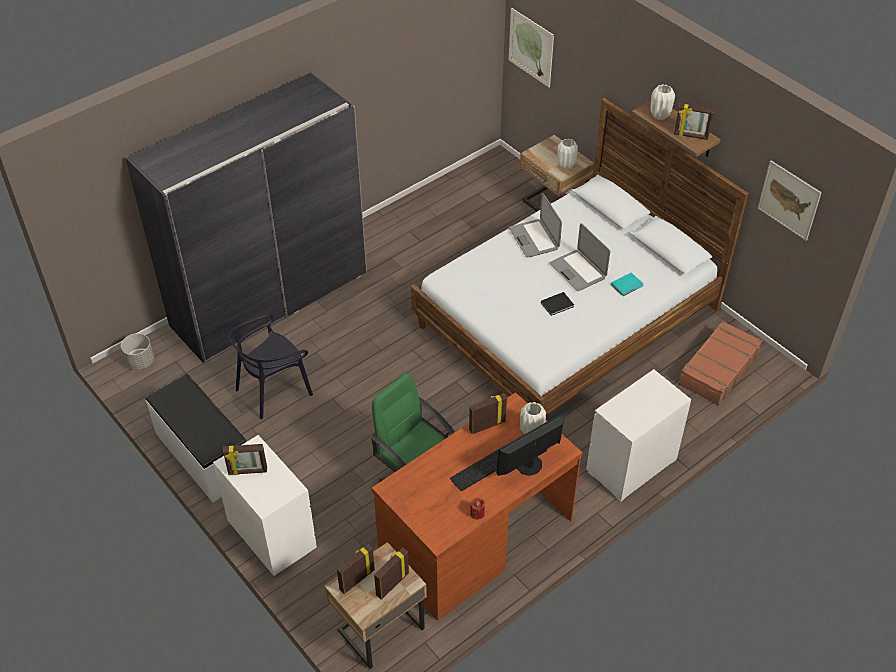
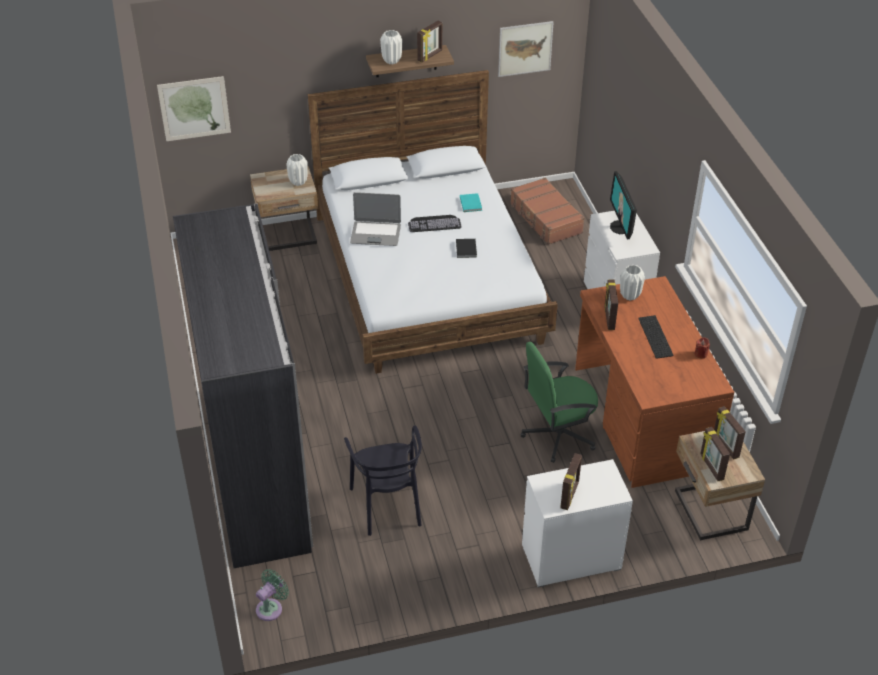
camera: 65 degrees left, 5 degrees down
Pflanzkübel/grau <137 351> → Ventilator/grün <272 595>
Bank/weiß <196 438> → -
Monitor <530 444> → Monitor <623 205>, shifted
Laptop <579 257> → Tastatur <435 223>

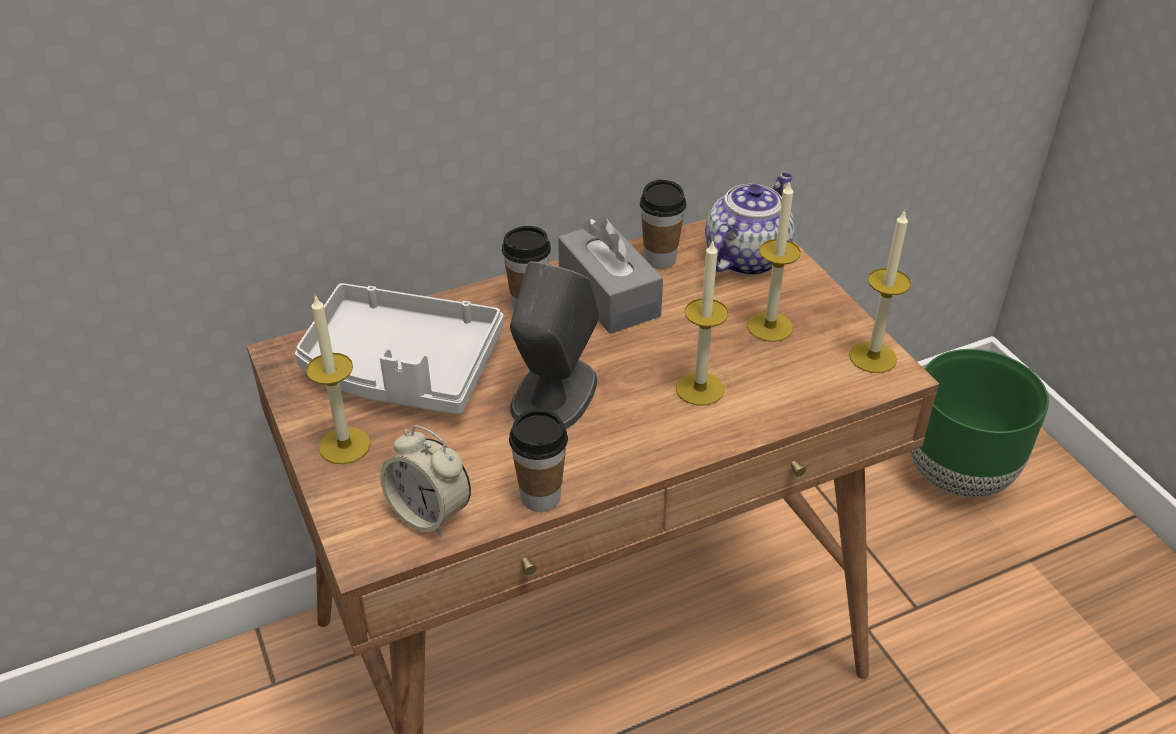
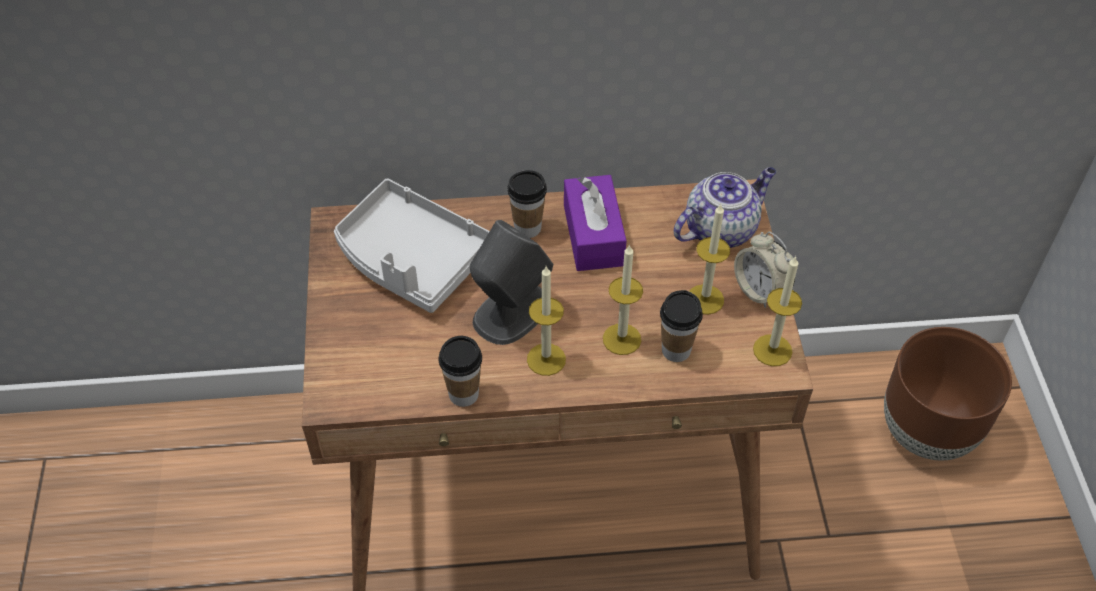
camera: 20 degrees right, 10 degrees up
Kerze <338 379> → Kerze <546 321>, shifted
Wecker <425 480> → Wecker <764 270>, shifted
Taschentuchbox/grau <610 275> → Taschentuchbox/lila <595 223>
Tasse <663 224> → Tasse <681 326>, shifted
Pflanzkübel/grün <979 423> → Pflanzkübel/braun <948 393>

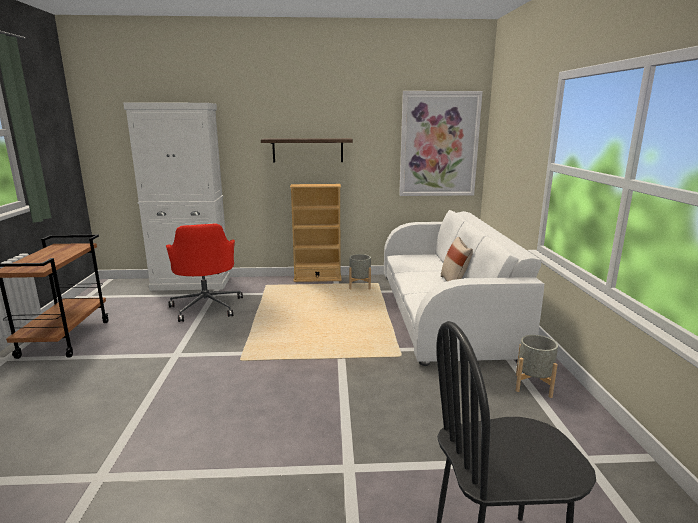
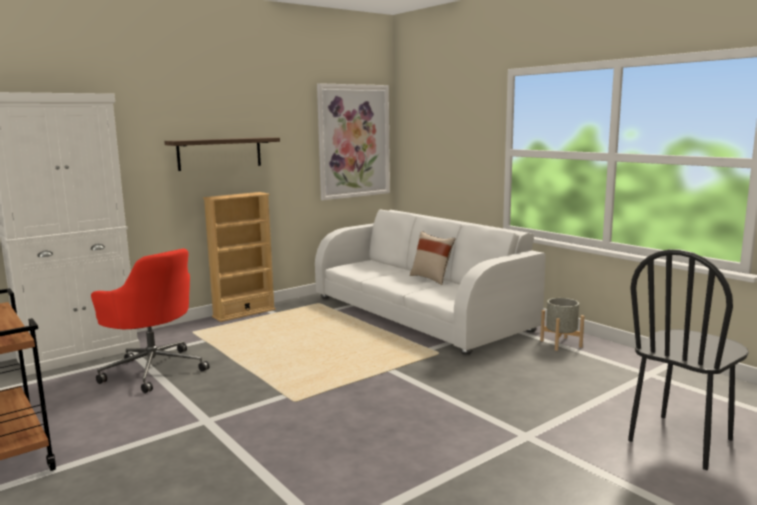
camera: 35 degrees left, 5 degrees down
Pflanzkübel/grau <360 271> → -

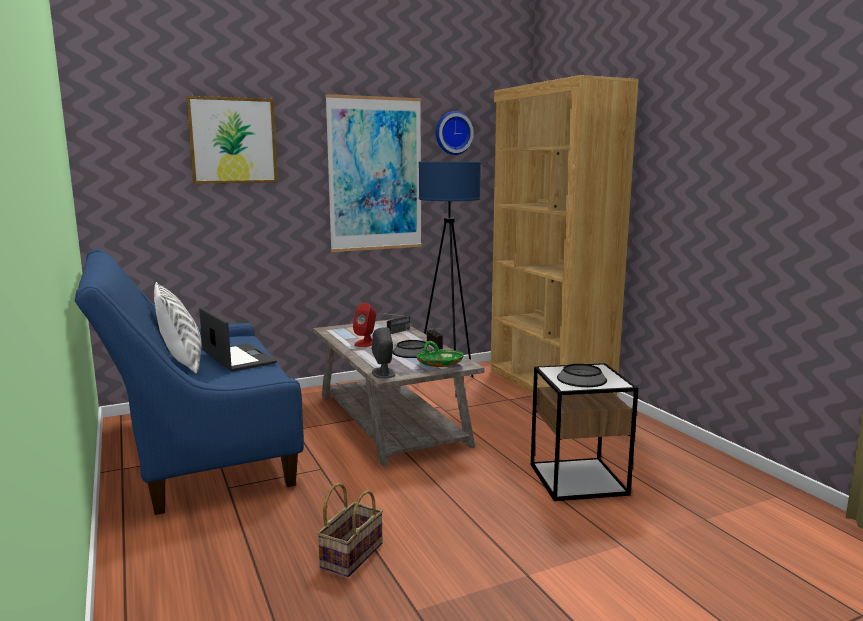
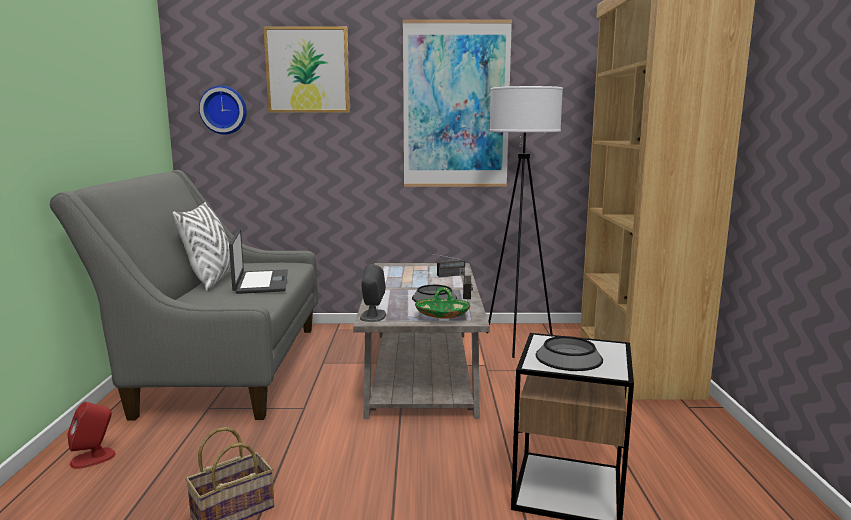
camera: 25 degrees right, 0 degrees up
Sofa/blau <189 382> → Sofa/grau <183 295>
Lautsprecher/rot <364 325> → Lautsprecher/rot <91 435>, shifted
Stehlampe/blau <450 278> → Stehlampe/weiß <524 222>
Wanduhr <455 133> → Wanduhr <223 110>, shifted

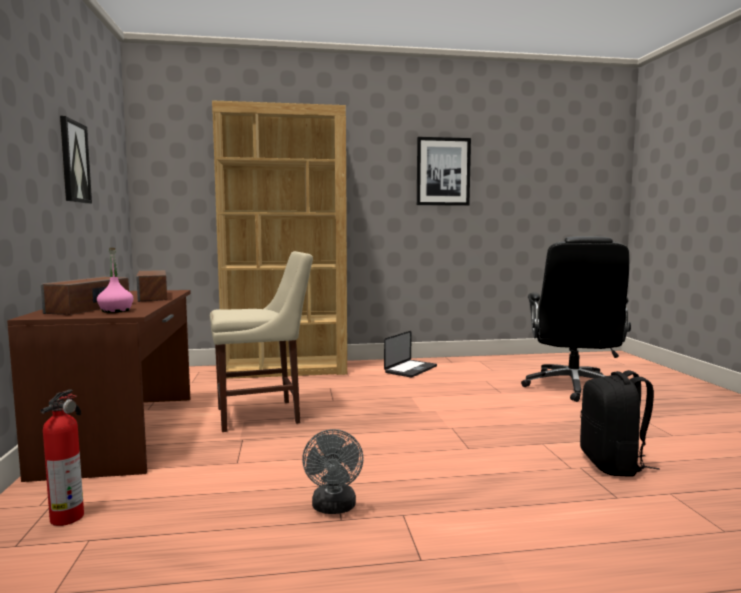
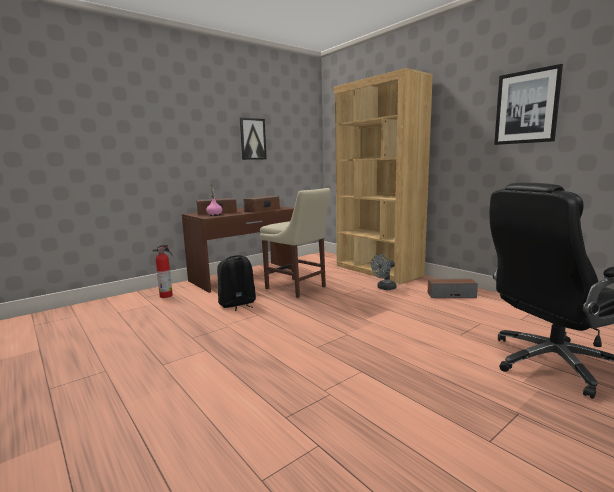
camera: 60 degrees right, 5 degrees up
Ventilator/grau <333 471> → Ventilator/grau <384 272>, shifted
Laptop <410 354> → Lautsprecher <453 288>
Rucksack/schwarz <620 423> → Rucksack/schwarz <236 283>, shifted

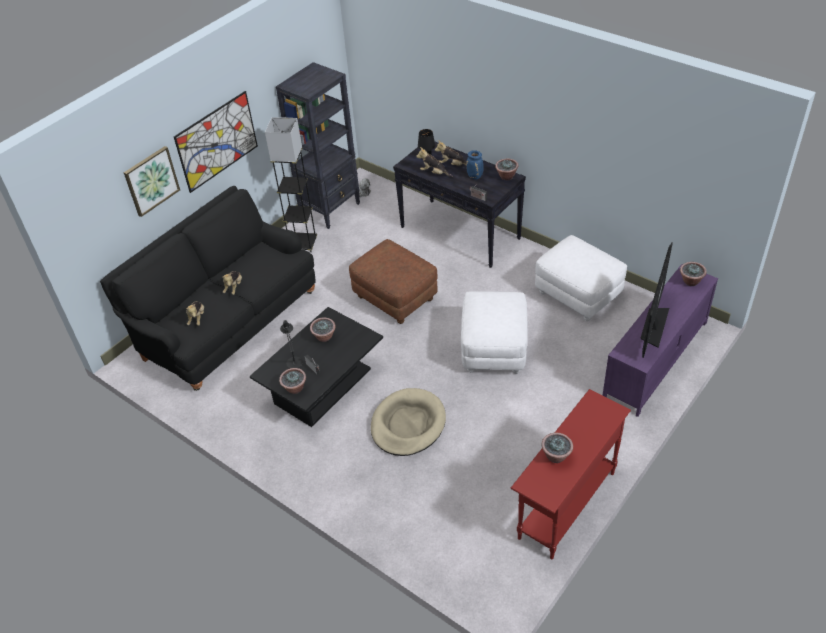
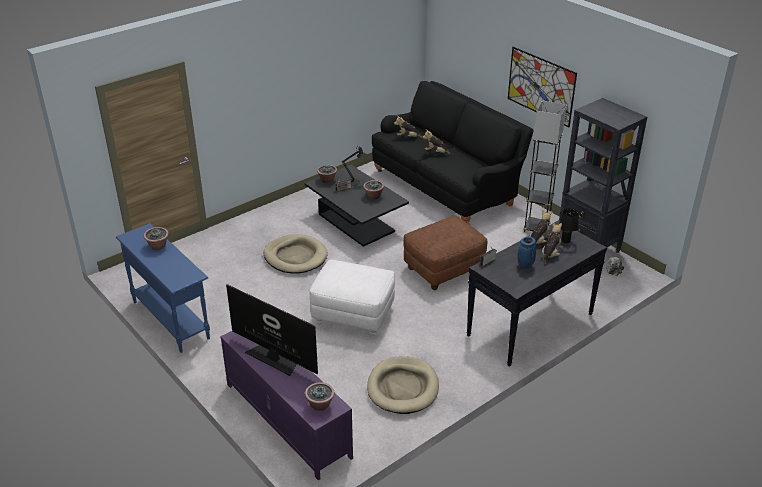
camera: 100 degrees right, 10 degrees down
Bild <152 181> → -
Topfpflanze <507 169> → -
Konsolentisch/rot <571 474> → Konsolentisch/blau <163 288>
Polsterhocker/weiß <581 278> → Hundebett/beige <403 385>

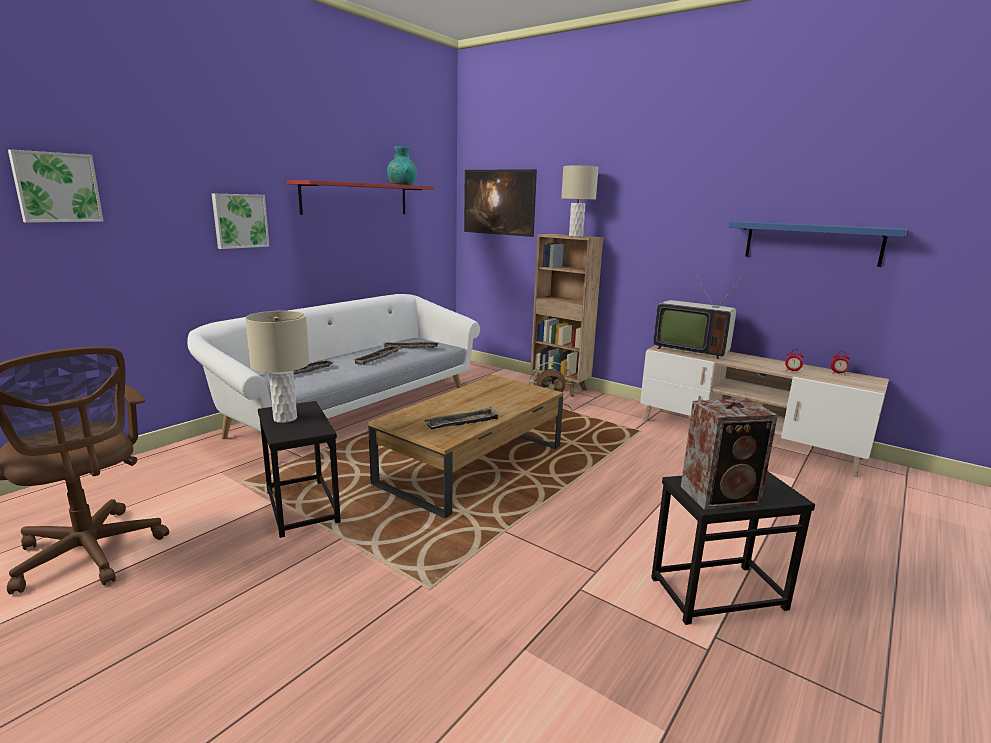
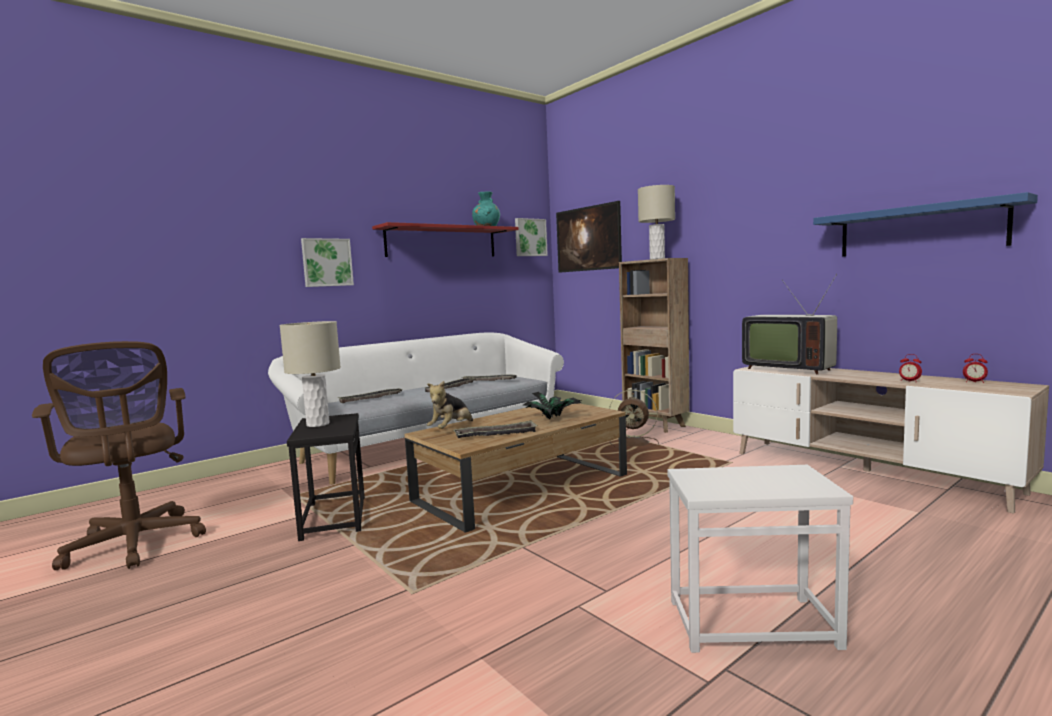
camera: 15 degrees right, 10 degrees down
Bild <56 186> → Bild <531 237>, shifted
Beistelltisch/schwarz <733 548> → Beistelltisch/weiß <760 559>
Lautsprecher <729 454> → -
- → Plüschtier <450 405>
- → Topfpflanze <551 406>

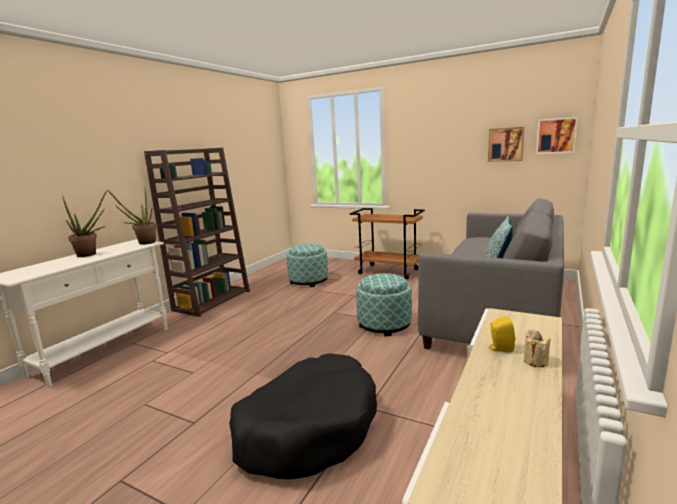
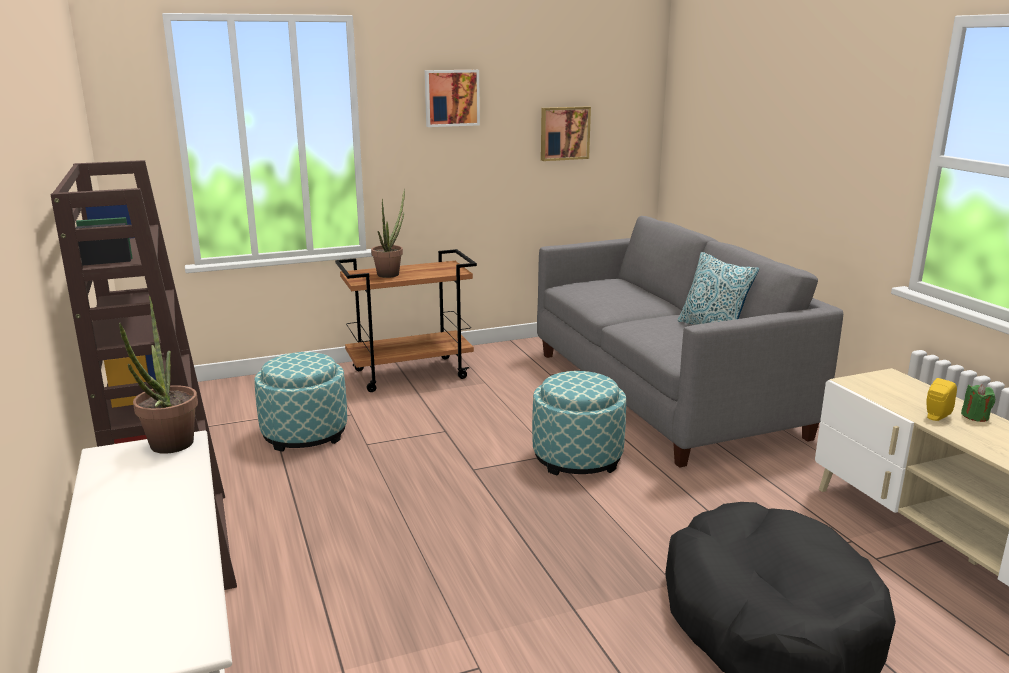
camera: 50 degrees left, 5 degrees up
Topfpflanze <84 223> → Topfpflanze <388 233>, shifted
Kerze/beige <537 348> → Kerze/grün <978 403>
Bild <557 135> → Bild <452 98>, shifted

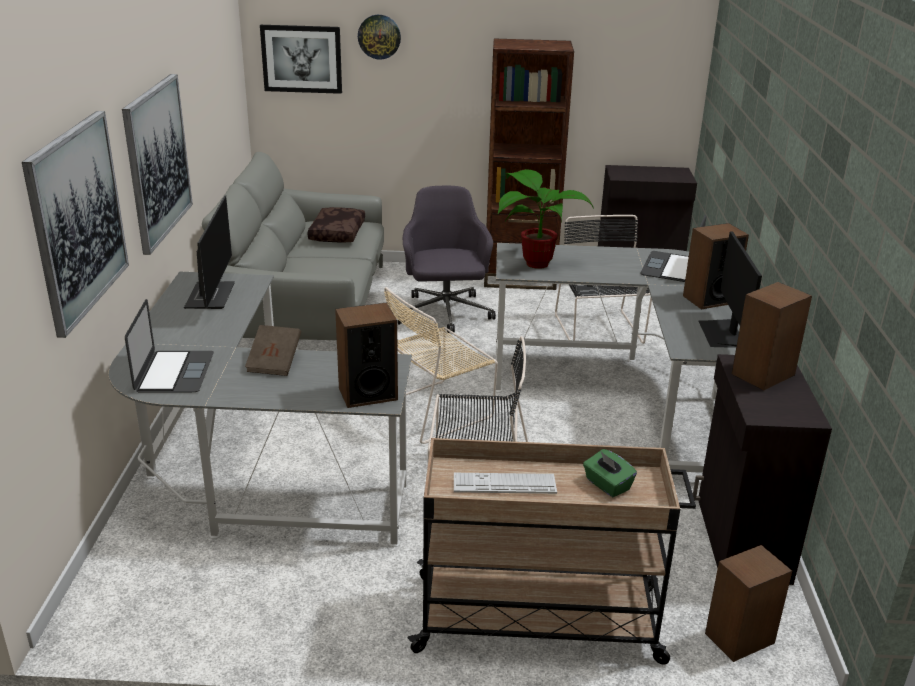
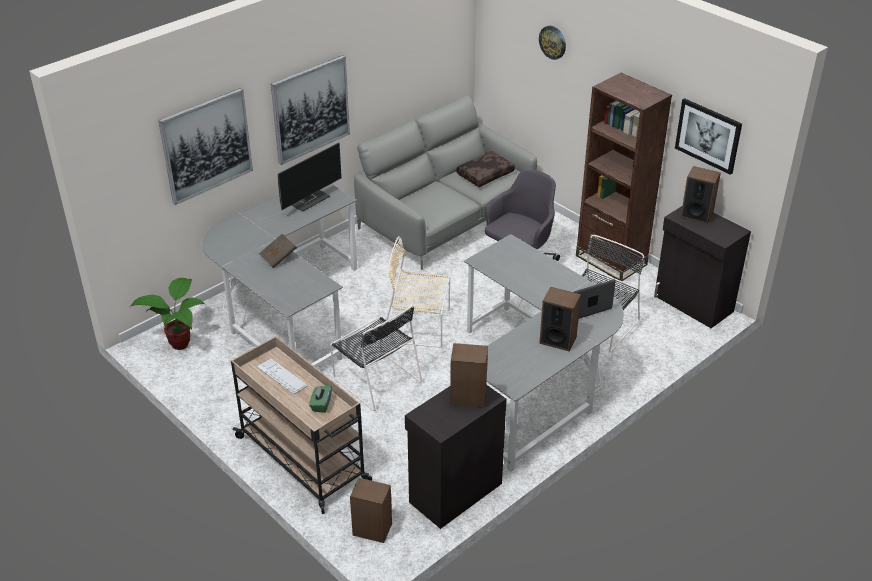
camera: 45 degrees right, 10 degrees up
Laptop <169 346> → -
Bild <301 59> → Bild <708 136>, shifted
Lautsprecher <366 355> → Lautsprecher <701 195>, shifted
Topfpflanze <546 219> → Topfpflanze <168 314>, shifted
Monitor <730 290> → -

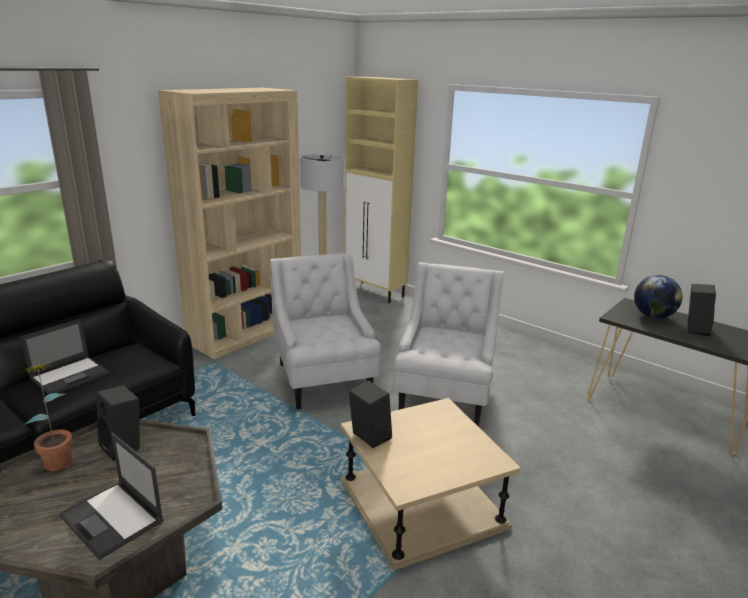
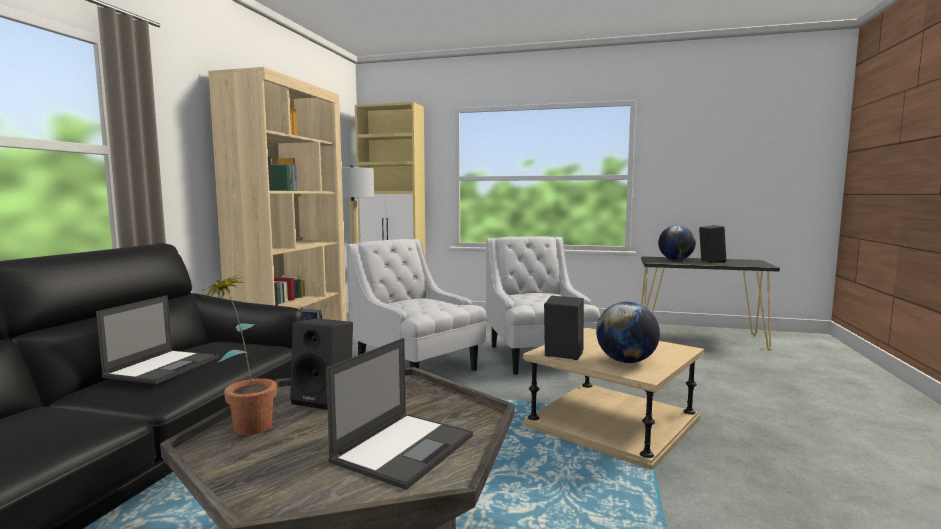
camera: 25 degrees left, 15 degrees down
Laptop <111 496> → Laptop <399 414>, 75 degrees counterclockwise
- → Globus <628 332>

